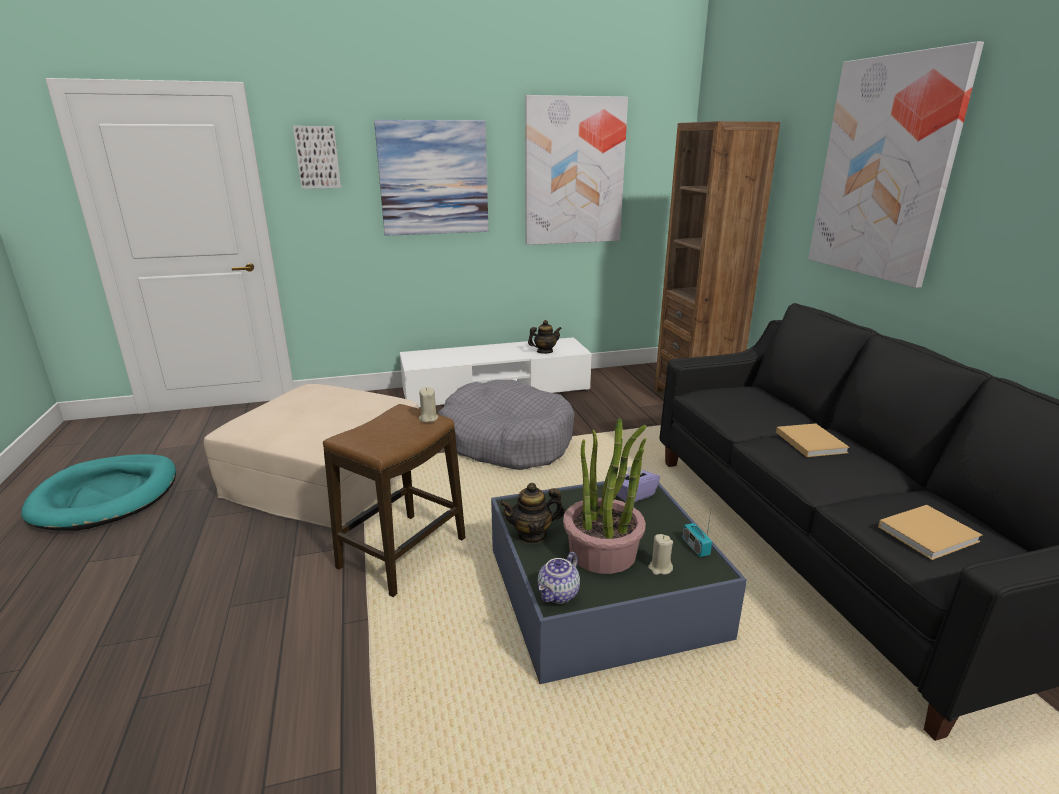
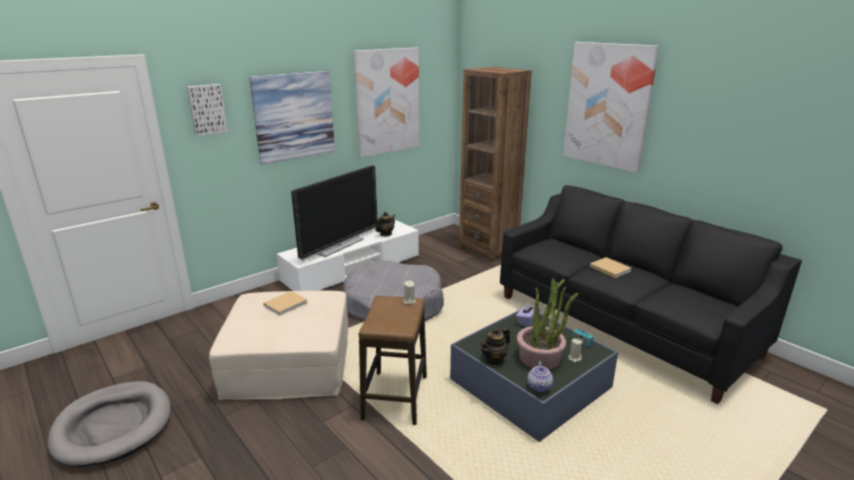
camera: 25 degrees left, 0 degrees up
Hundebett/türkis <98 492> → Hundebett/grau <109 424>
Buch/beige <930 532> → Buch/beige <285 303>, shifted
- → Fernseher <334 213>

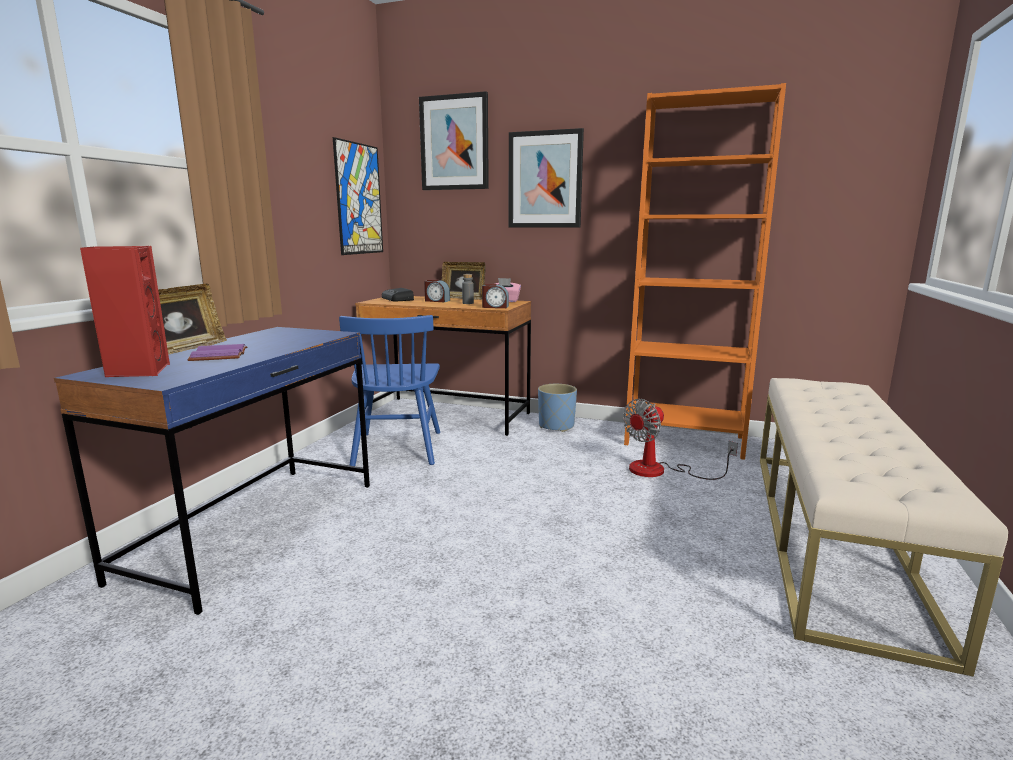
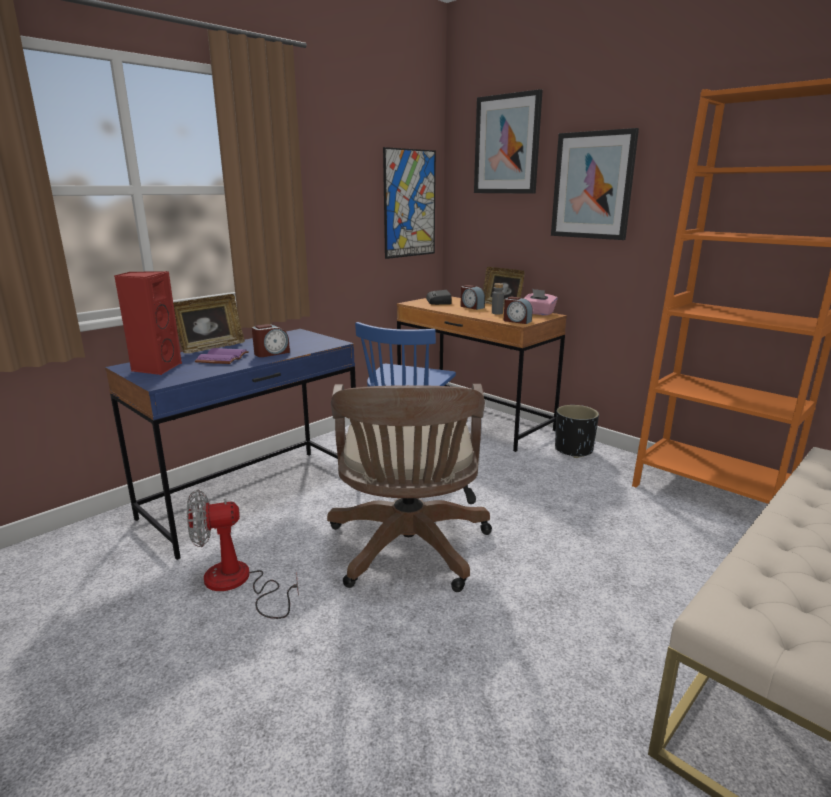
camera: 25 degrees right, 5 degrees up
Pflanzkübel/blau <557 408> → Pflanzkübel/schwarz <577 431>
Ventilator <680 439> → Ventilator <243 554>, shifted
- → Wecker <271 340>
- → Bürostuhl/braun <409 488>

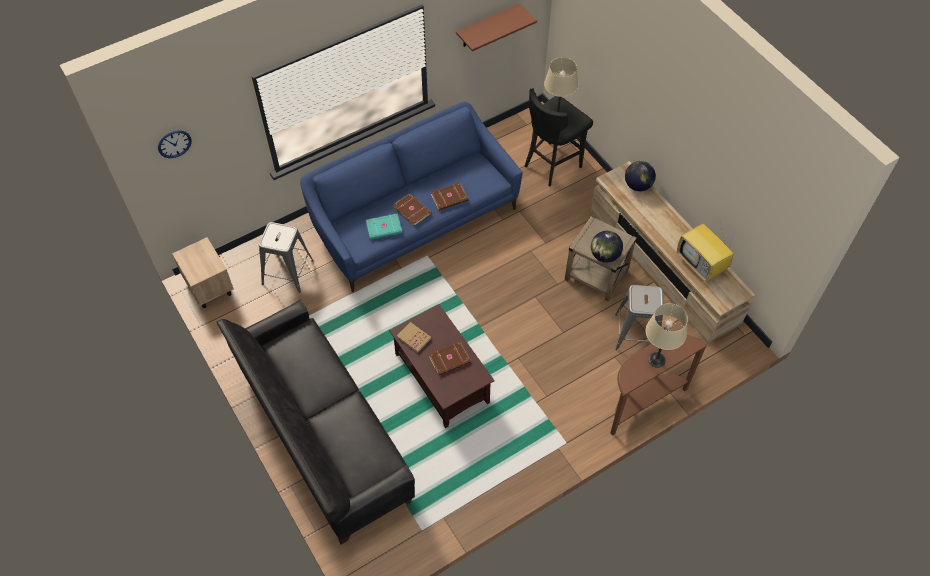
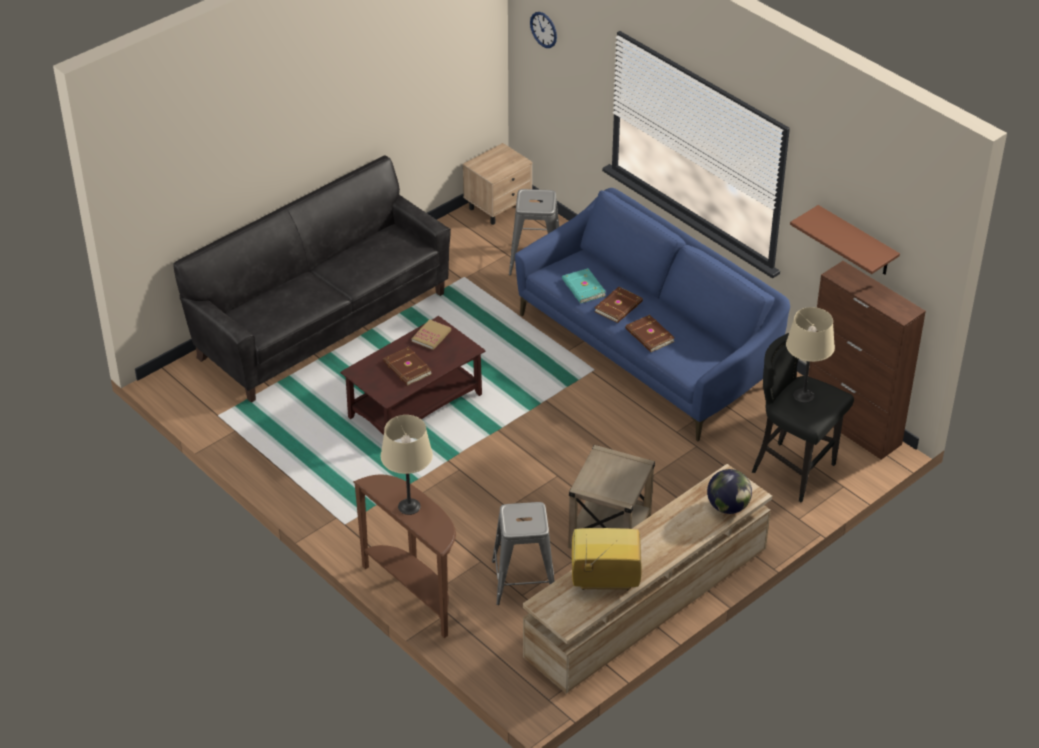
camera: 80 degrees right, 15 degrees down
Globus <607 247> → -
Fernseher <705 253> → Fernseher <607 559>, 45 degrees clockwise
- → Schrank/braun <867 360>

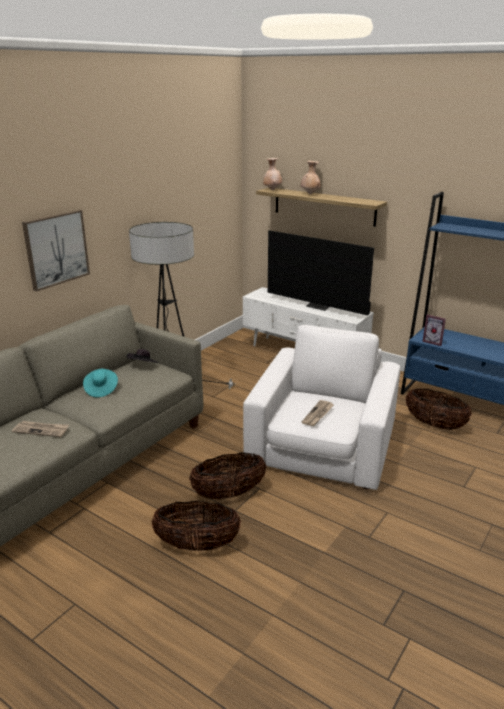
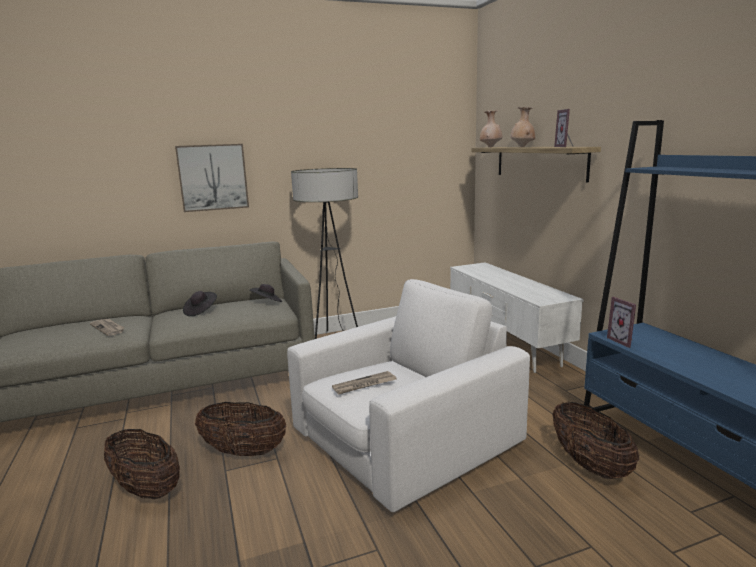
camera: 35 degrees right, 10 degrees down
Hut/türkis <100 383> → Hut/schwarz <200 303>
Fernseher <321 273> → -
- → Bilderrahmen <563 128>

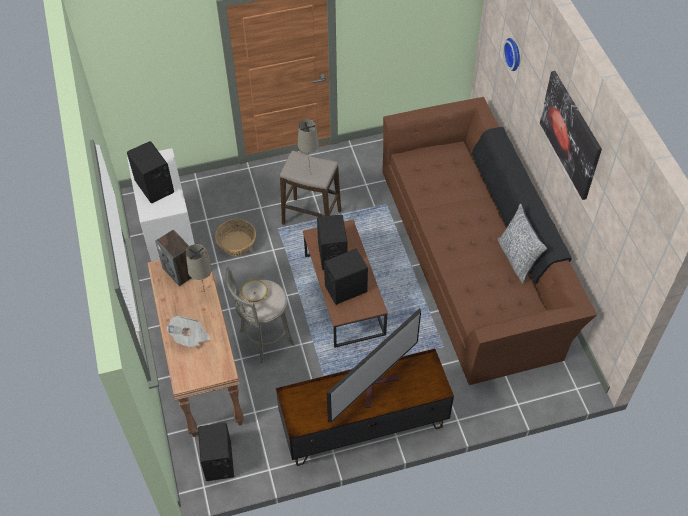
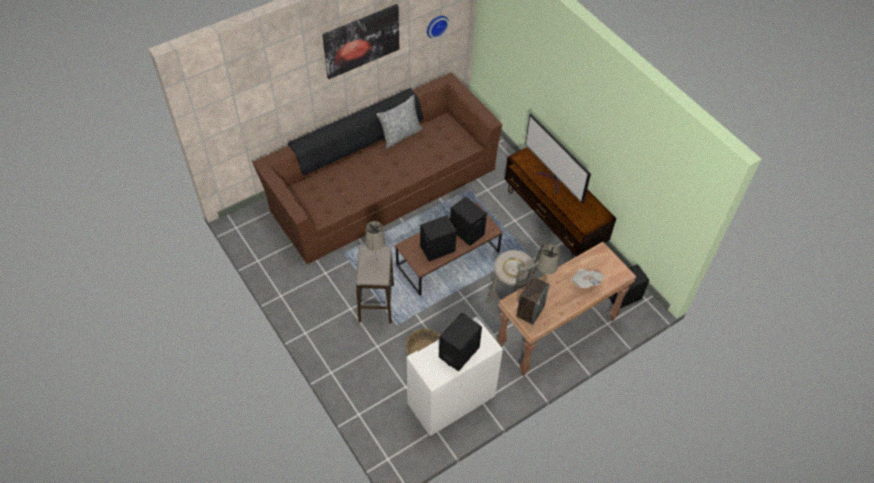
camera: 110 degrees left, 0 degrees up
Fernseher <374 365> → Fernseher <558 158>, 150 degrees counterclockwise
Wanduhr <511 54> → Wanduhr <438 27>, shifted

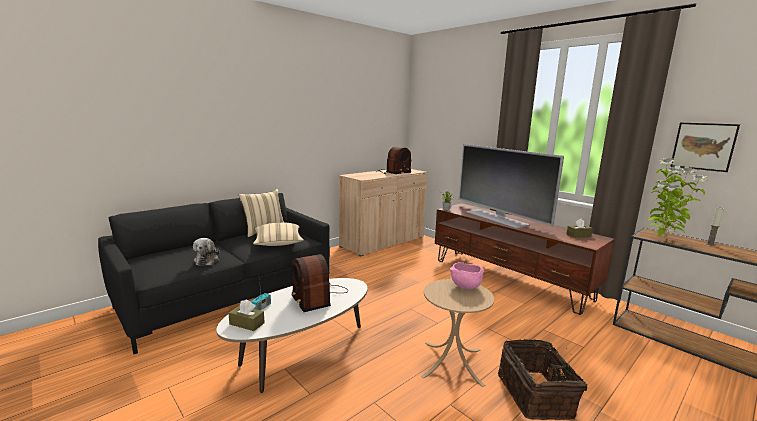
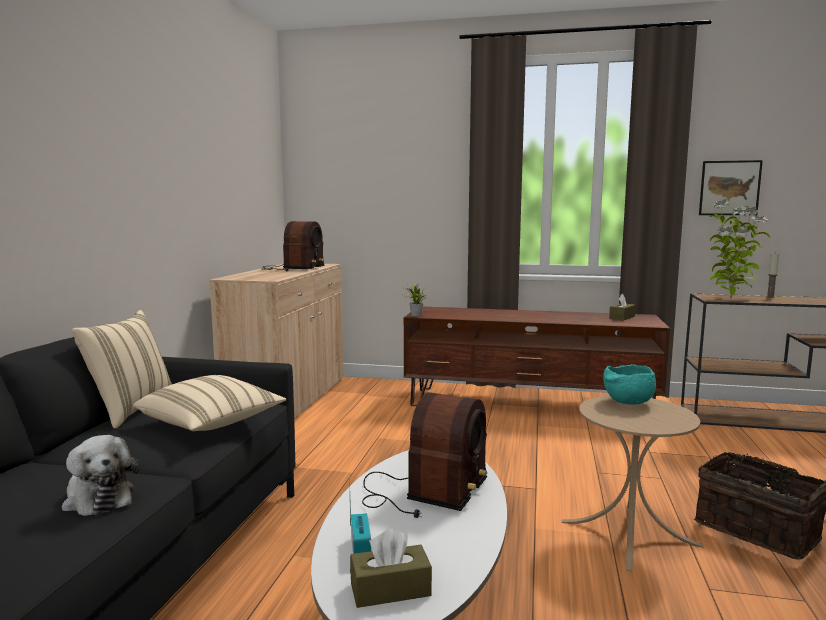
camera: 35 degrees left, 5 degrees down
Radio <320 283> → Radio <424 455>, 90 degrees counterclockwise
Schüssel/rosa <467 275> → Schüssel/türkis <629 384>
Fernseher <511 186> → -

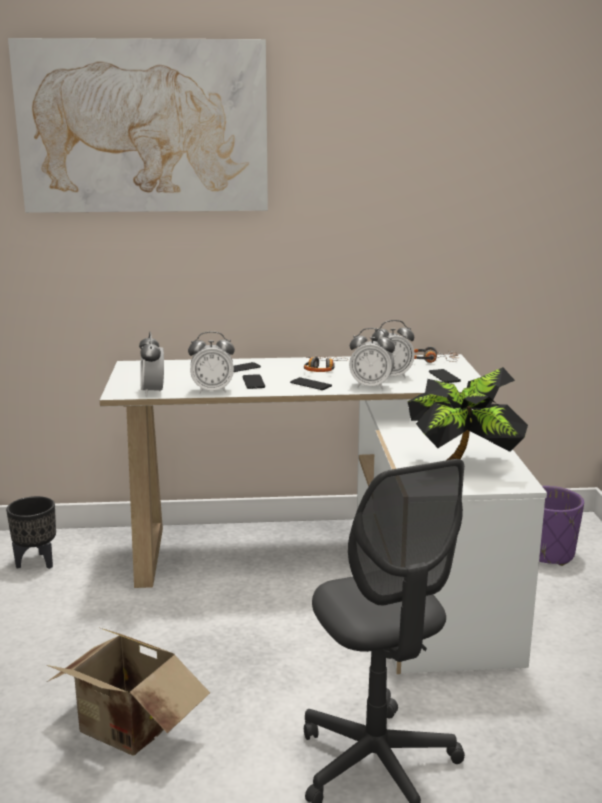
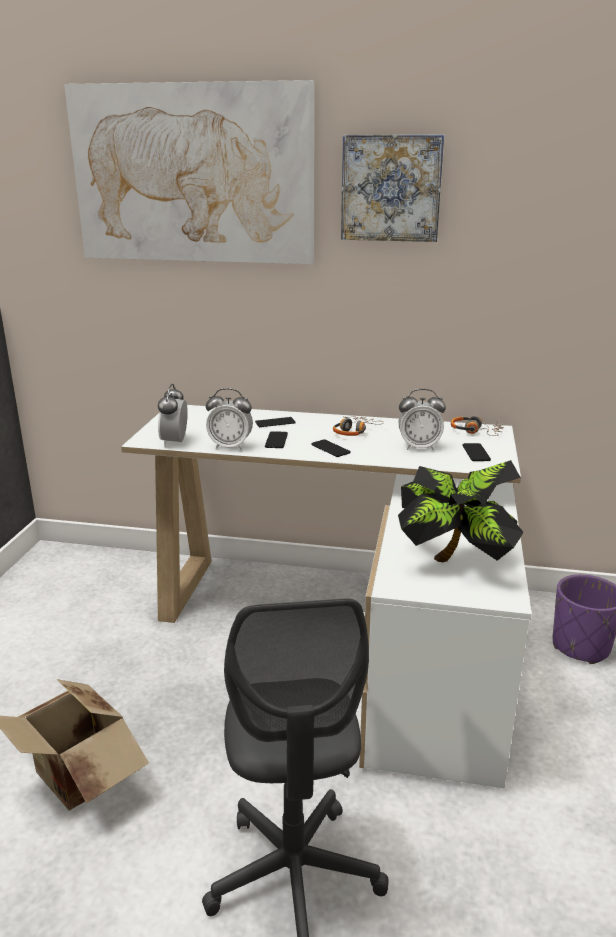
camera: 15 degrees right, 5 degrees up
Pflanzkübel/schwarz <31 532> → -
Wecker <372 359> → -
- → Bild <392 188>

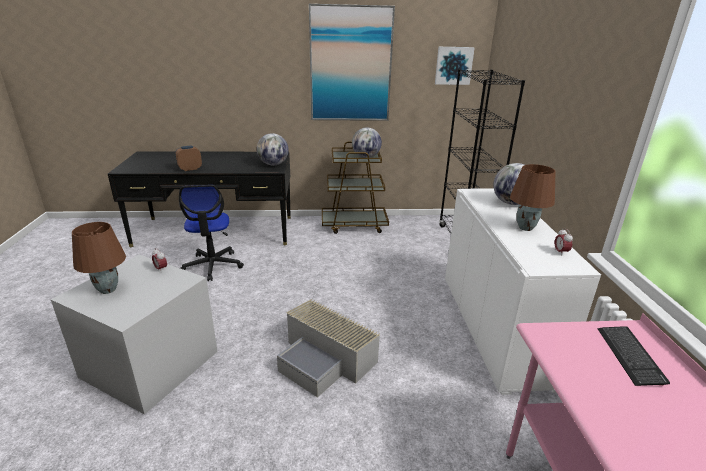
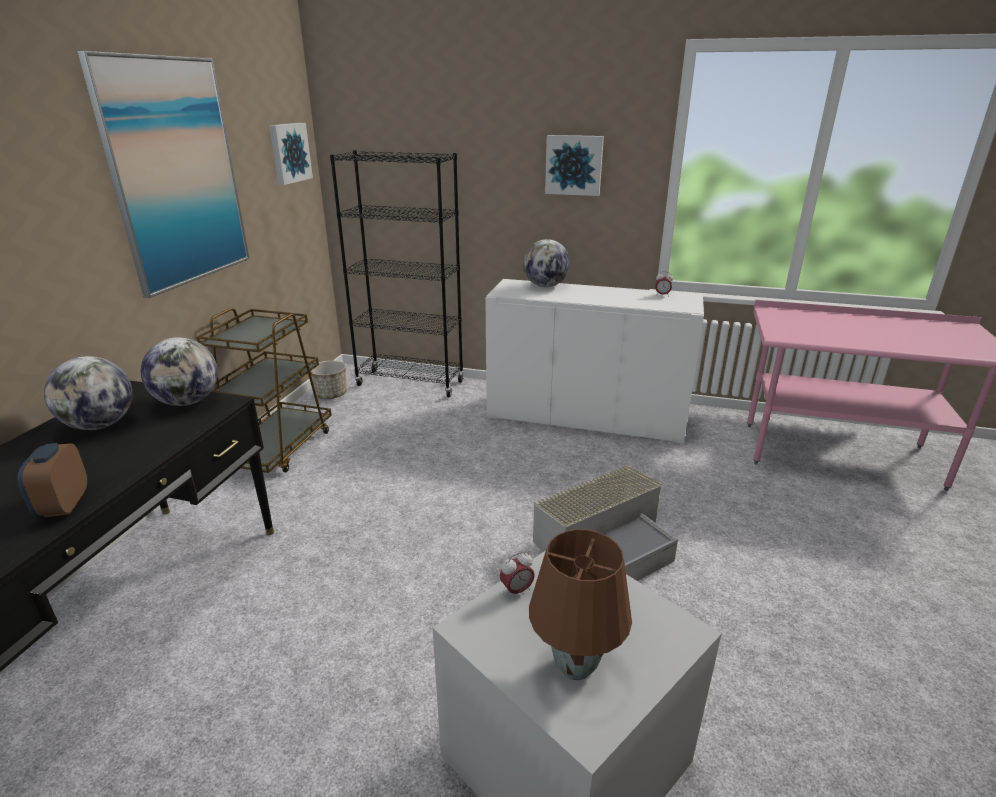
camera: 70 degrees left, 0 degrees up
Bürostuhl <211 233> → -
Globus <367 143> → Globus <88 393>, shifted
Tischlampe/braun <532 197> → -
Tastatur <634 356> → -
- → Pflanzkübel <328 379>
- → Bild <574 165>

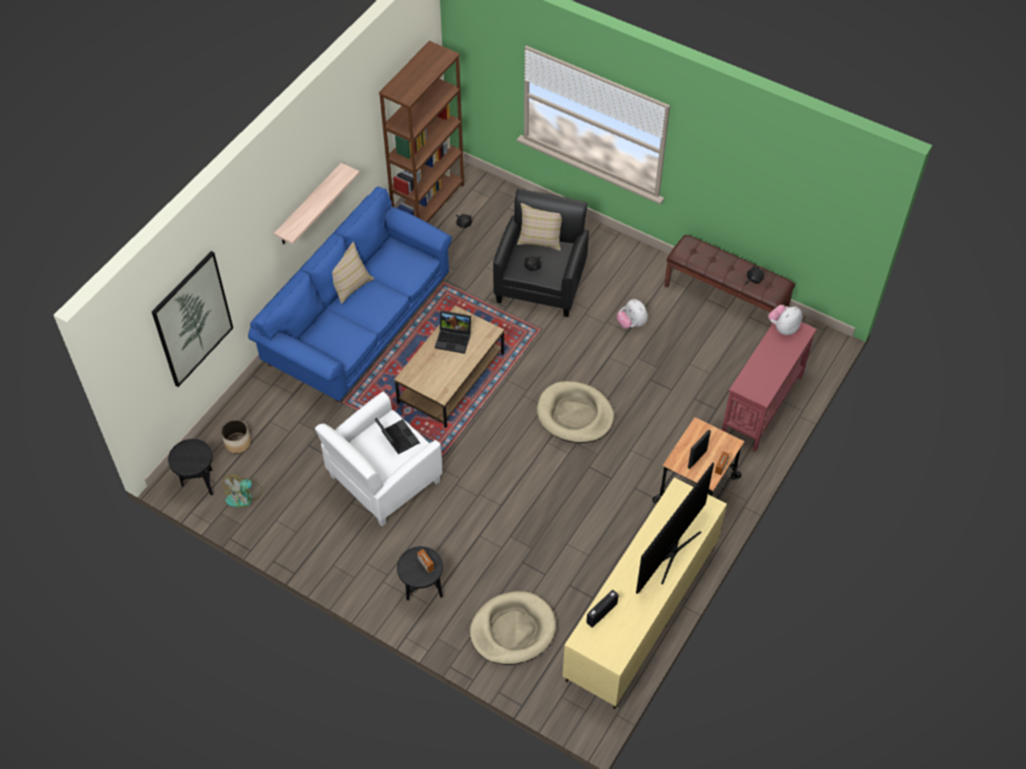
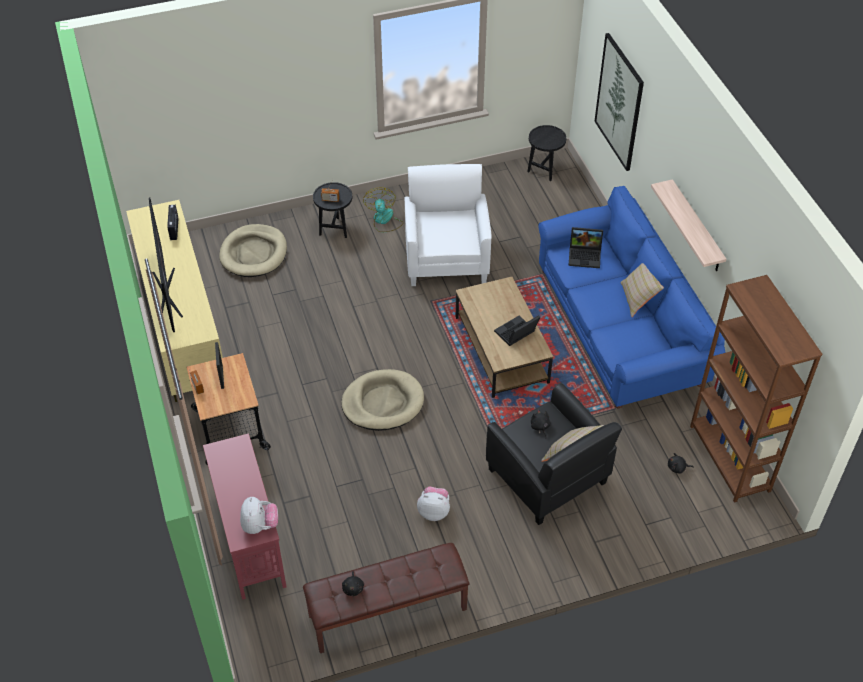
camera: 130 degrees right, 5 degrees down
Pflanzkübel <236 436> → -
Ventilator <242 490> → Ventilator <383 209>, shifted
Laptop <397 436> → Laptop <585 247>, shifted

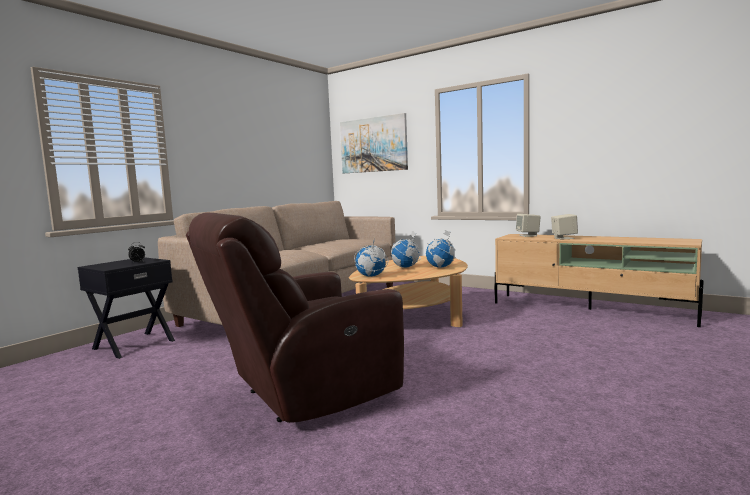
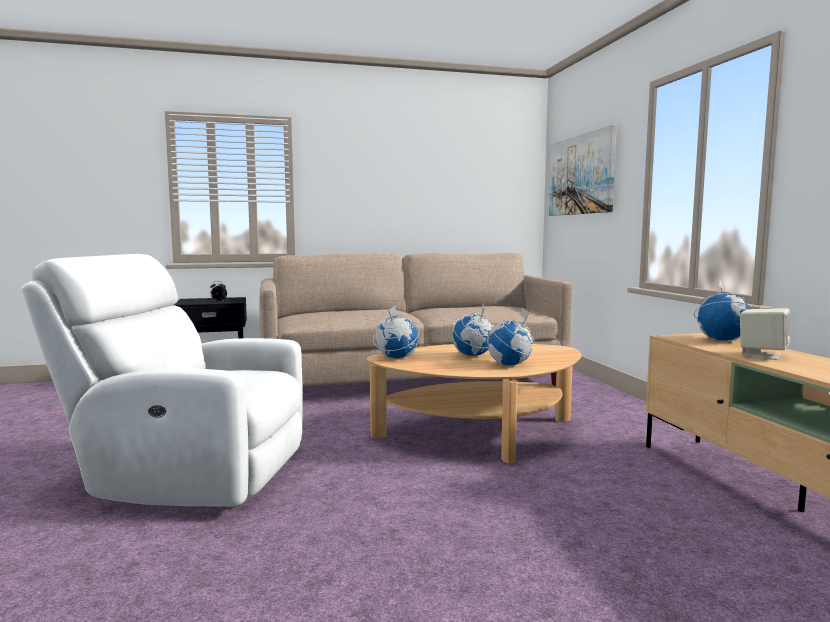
camera: 40 degrees right, 0 degrees up
Sessel/braun <295 317> → Sessel/weiß <162 380>
Lautsprecher/beige <528 225> → Globus <723 310>

